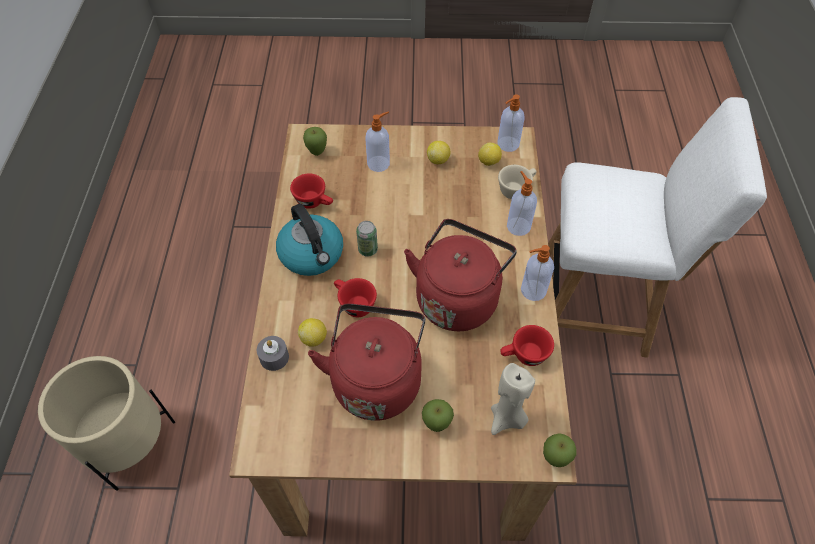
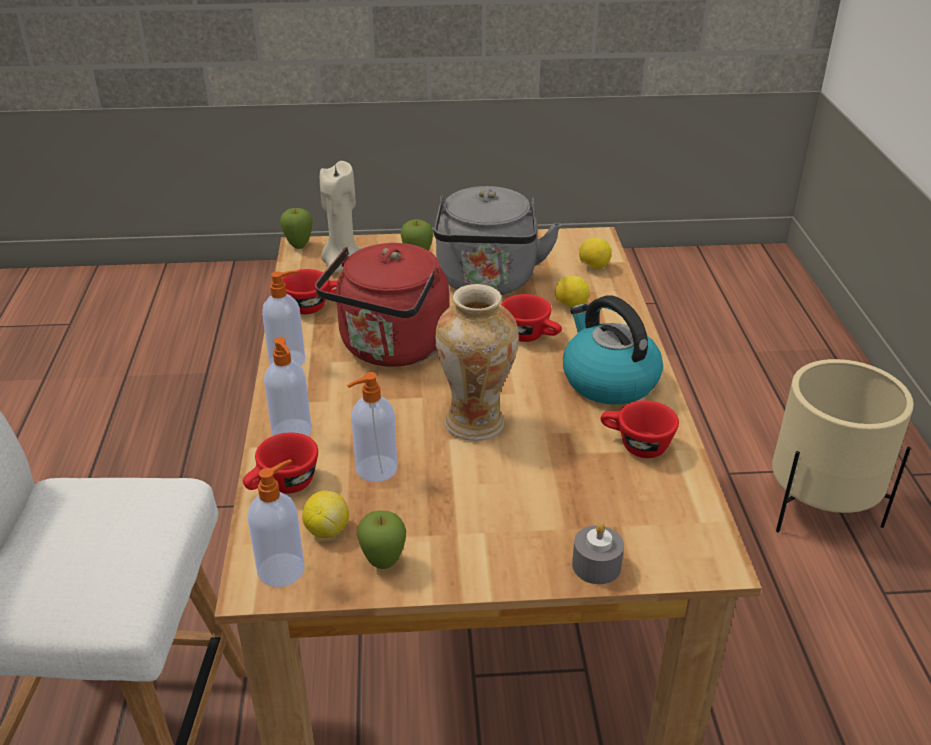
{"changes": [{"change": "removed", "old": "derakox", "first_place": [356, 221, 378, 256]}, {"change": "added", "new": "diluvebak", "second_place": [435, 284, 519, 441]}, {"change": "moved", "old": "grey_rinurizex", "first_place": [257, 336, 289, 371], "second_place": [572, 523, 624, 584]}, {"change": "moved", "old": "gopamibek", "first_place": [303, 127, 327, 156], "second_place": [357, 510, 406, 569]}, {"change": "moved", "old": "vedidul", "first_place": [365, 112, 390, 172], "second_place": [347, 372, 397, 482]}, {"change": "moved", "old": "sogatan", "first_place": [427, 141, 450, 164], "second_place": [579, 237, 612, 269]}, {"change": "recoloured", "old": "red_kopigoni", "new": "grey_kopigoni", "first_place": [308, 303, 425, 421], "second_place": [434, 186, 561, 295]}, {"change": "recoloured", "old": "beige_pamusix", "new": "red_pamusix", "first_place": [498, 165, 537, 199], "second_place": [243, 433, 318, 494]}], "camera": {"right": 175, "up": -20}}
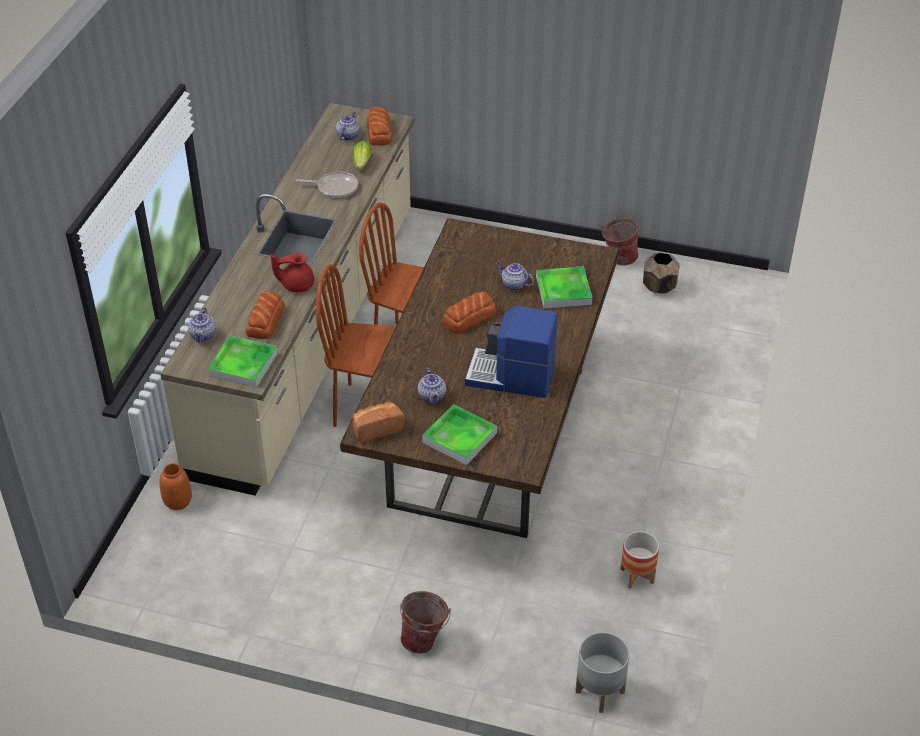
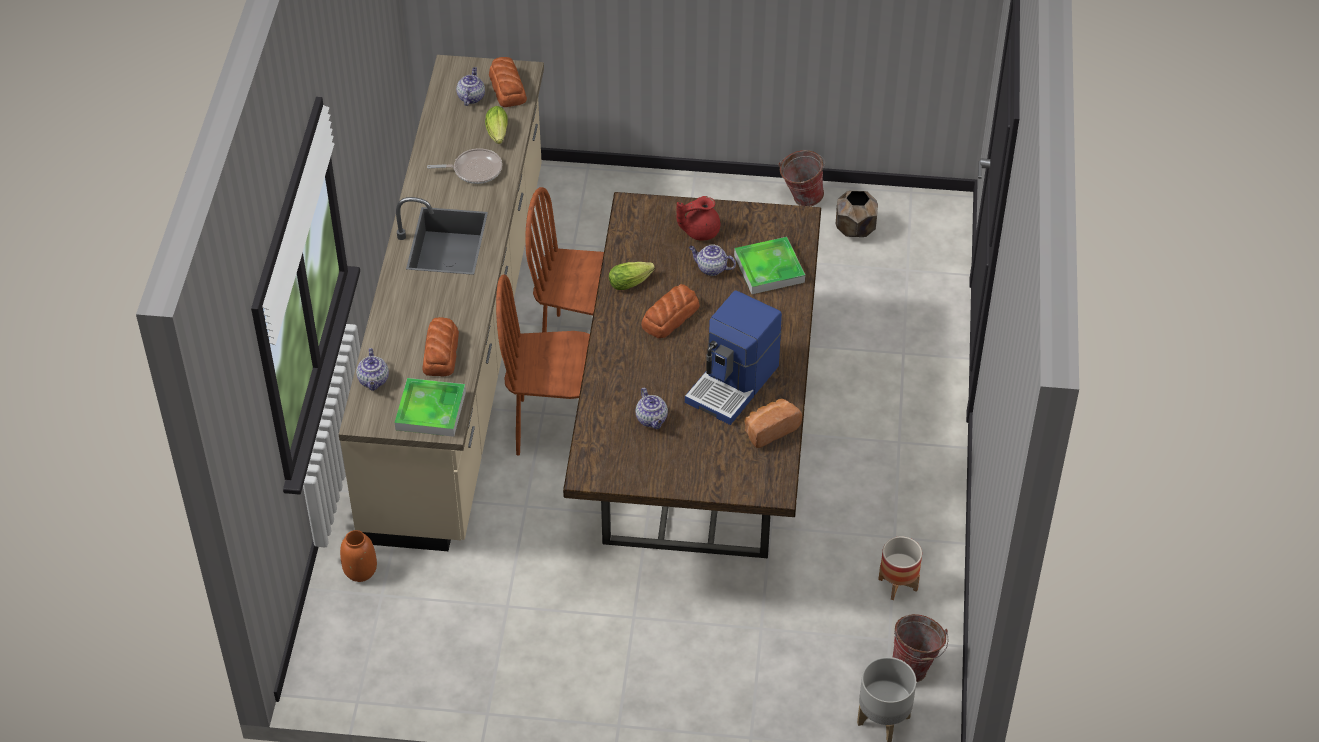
{"changes": [{"change": "removed", "old": "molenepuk", "first_place": [422, 404, 497, 465]}, {"change": "added", "new": "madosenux", "second_place": [609, 262, 655, 290]}, {"change": "moved", "old": "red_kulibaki", "first_place": [271, 253, 314, 292], "second_place": [676, 196, 720, 241]}, {"change": "moved", "old": "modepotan", "first_place": [352, 402, 405, 442], "second_place": [745, 399, 802, 448]}, {"change": "moved", "old": "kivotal", "first_place": [400, 591, 451, 653], "second_place": [893, 614, 948, 682]}, {"change": "turned", "old": "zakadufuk", "first_place": [465, 306, 557, 398], "second_place": [685, 290, 782, 425], "degrees": -60}], "camera": {"right": -10, "up": 5}}
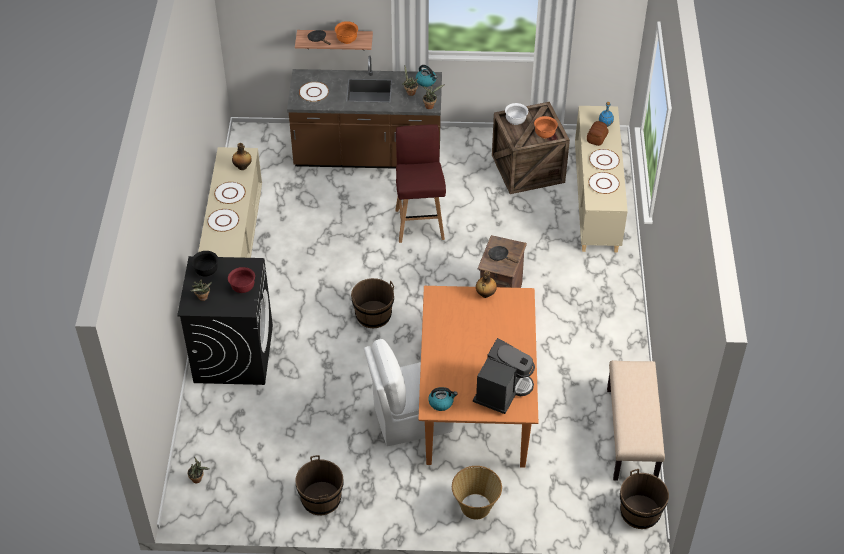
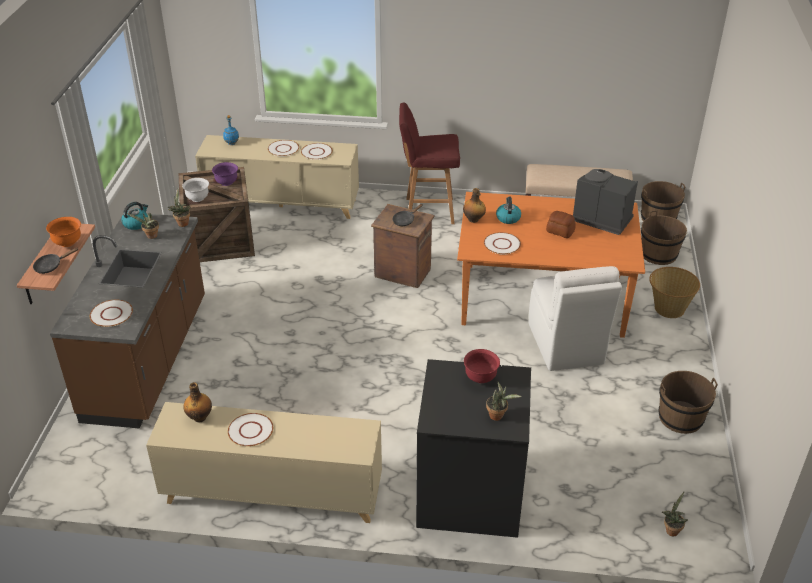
{"changes": [{"change": "removed", "old": "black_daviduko", "first_place": [191, 251, 218, 276]}, {"change": "moved", "old": "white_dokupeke", "first_place": [207, 209, 239, 232], "second_place": [484, 232, 521, 255]}, {"change": "moved", "old": "brown_kivotal", "first_place": [351, 278, 394, 328], "second_place": [641, 210, 687, 265]}, {"change": "moved", "old": "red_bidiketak", "first_place": [395, 124, 446, 243], "second_place": [399, 103, 460, 224]}, {"change": "moved", "old": "kopigoni", "first_place": [428, 387, 458, 411], "second_place": [496, 197, 521, 224]}, {"change": "moved", "old": "modepotan", "first_place": [587, 121, 609, 146], "second_place": [546, 211, 576, 238]}, {"change": "recoloured", "old": "orange_daviduko", "new": "purple_daviduko", "first_place": [534, 116, 558, 138], "second_place": [212, 162, 238, 186]}], "camera": {"right": -85, "up": -10}}
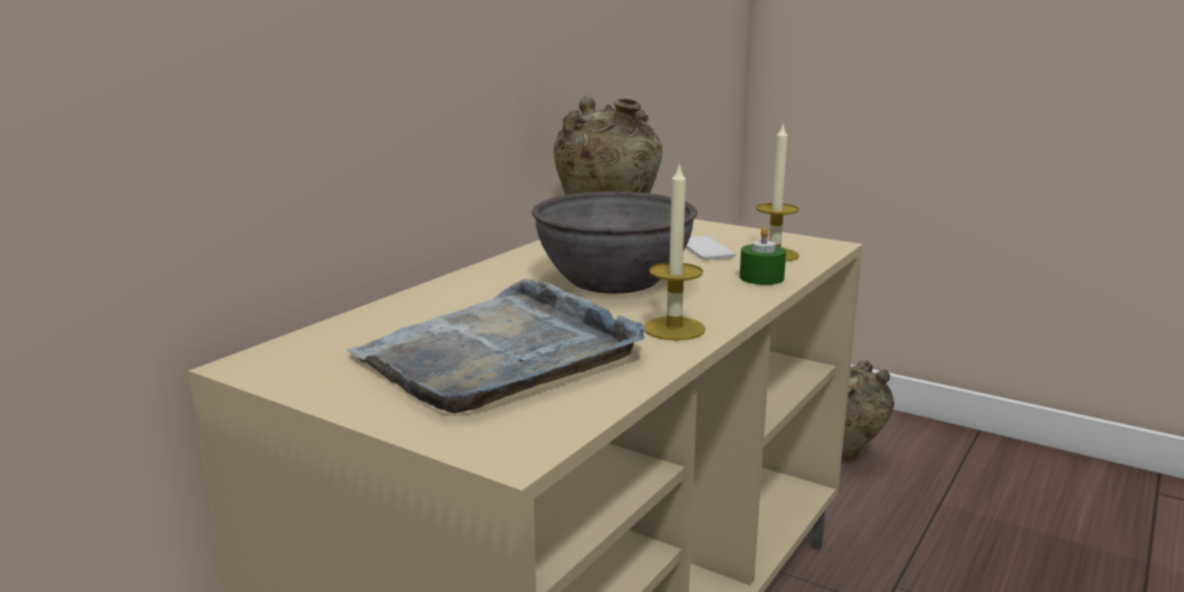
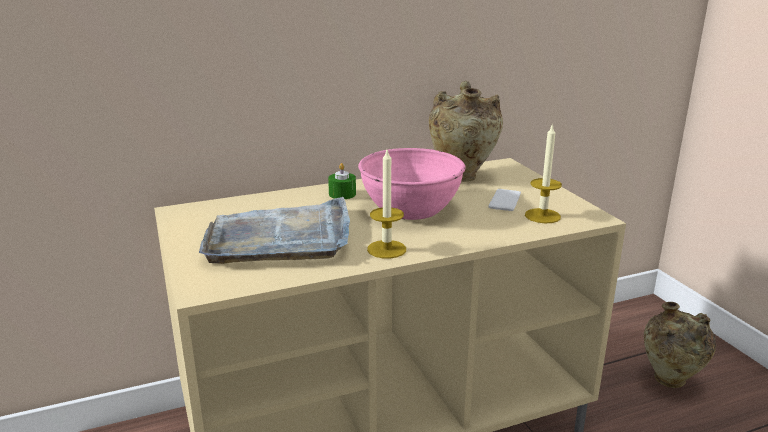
{"changes": [{"change": "moved", "old": "green_rinurizex", "first_place": [740, 226, 786, 285], "second_place": [328, 163, 356, 199]}, {"change": "recoloured", "old": "grey_daviduko", "new": "pink_daviduko", "first_place": [532, 191, 697, 293], "second_place": [358, 148, 465, 220]}], "camera": {"right": 35, "up": 5}}
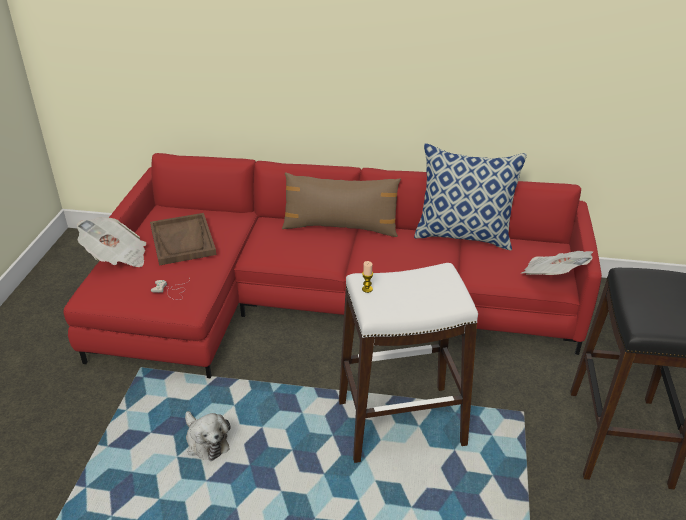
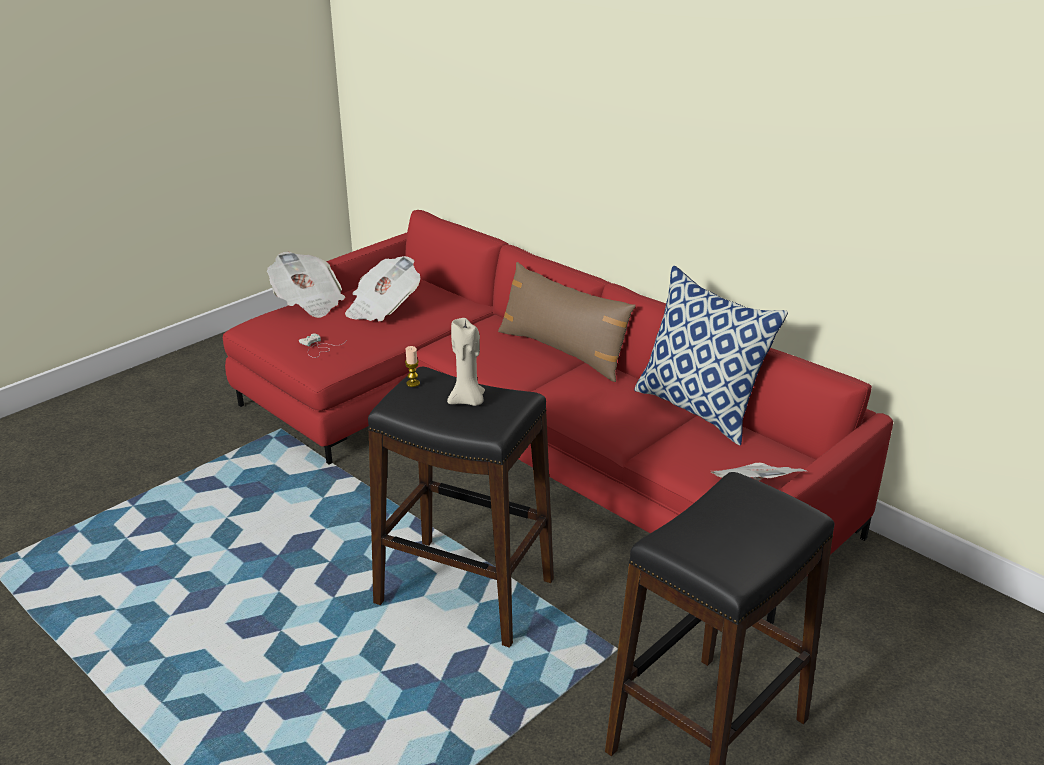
{"changes": [{"change": "removed", "old": "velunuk", "first_place": [185, 411, 231, 461]}, {"change": "added", "new": "beige_rinurizex", "second_place": [447, 318, 485, 406]}, {"change": "replaced", "old": "brown_molenepuk", "new": "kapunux", "first_place": [150, 213, 216, 265], "second_place": [345, 256, 421, 322]}, {"change": "recoloured", "old": "white_bidiketak", "new": "black_bidiketak", "first_place": [339, 263, 478, 463], "second_place": [368, 367, 554, 648]}], "camera": {"right": 35, "up": -5}}
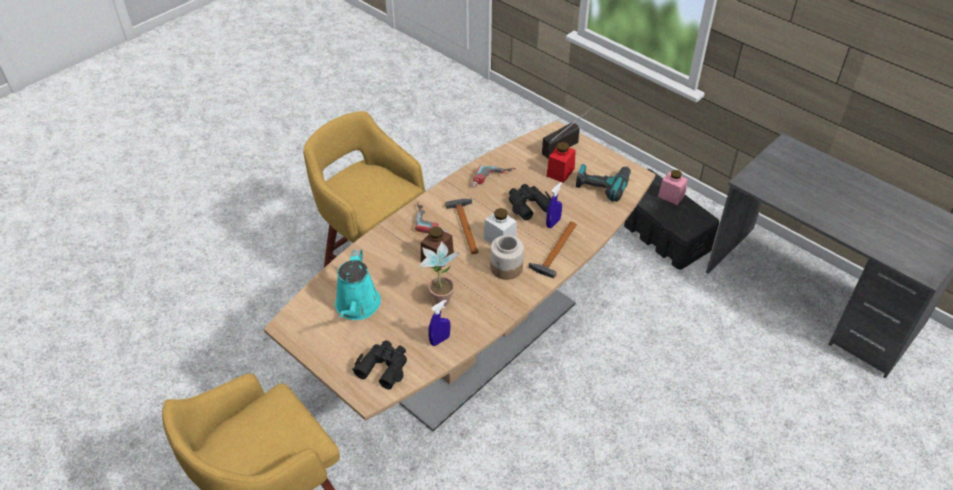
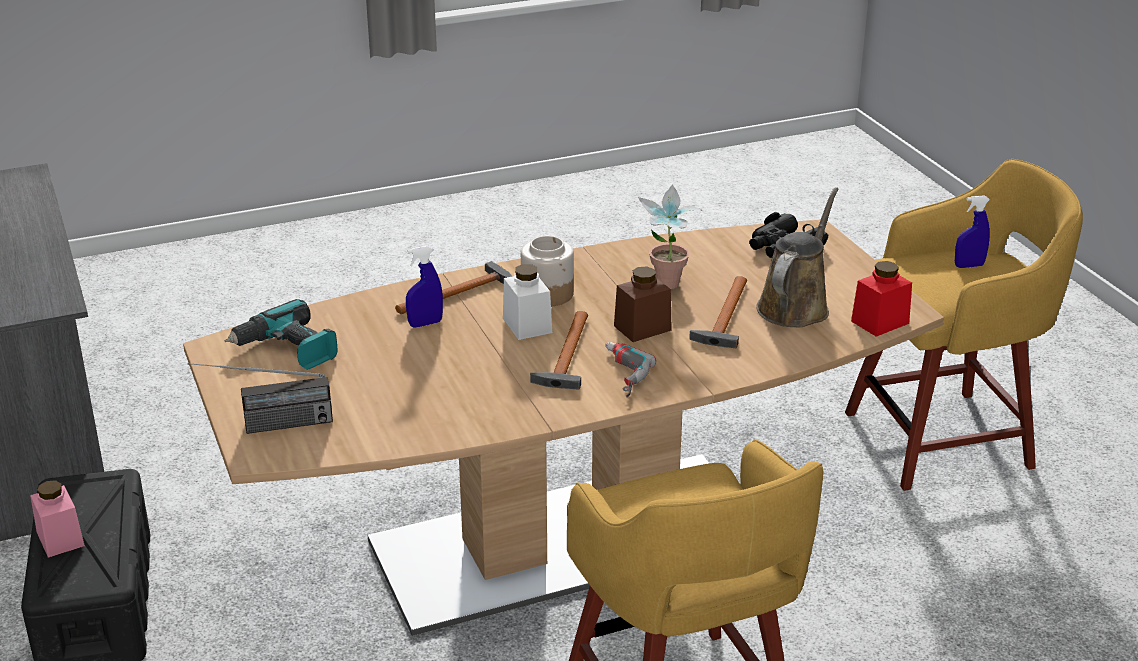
{"changes": [{"change": "removed", "old": "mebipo", "first_place": [472, 165, 515, 188]}, {"change": "removed", "old": "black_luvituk", "first_place": [509, 184, 551, 221]}, {"change": "added", "new": "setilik", "second_place": [689, 276, 747, 348]}, {"change": "moved", "old": "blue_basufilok", "first_place": [428, 299, 450, 346], "second_place": [955, 195, 990, 268]}, {"change": "moved", "old": "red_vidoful", "first_place": [546, 142, 576, 183], "second_place": [851, 261, 912, 337]}, {"change": "recoloured", "old": "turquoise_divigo", "new": "brown_divigo", "first_place": [335, 249, 381, 320], "second_place": [756, 187, 838, 327]}], "camera": {"right": -155, "up": -15}}
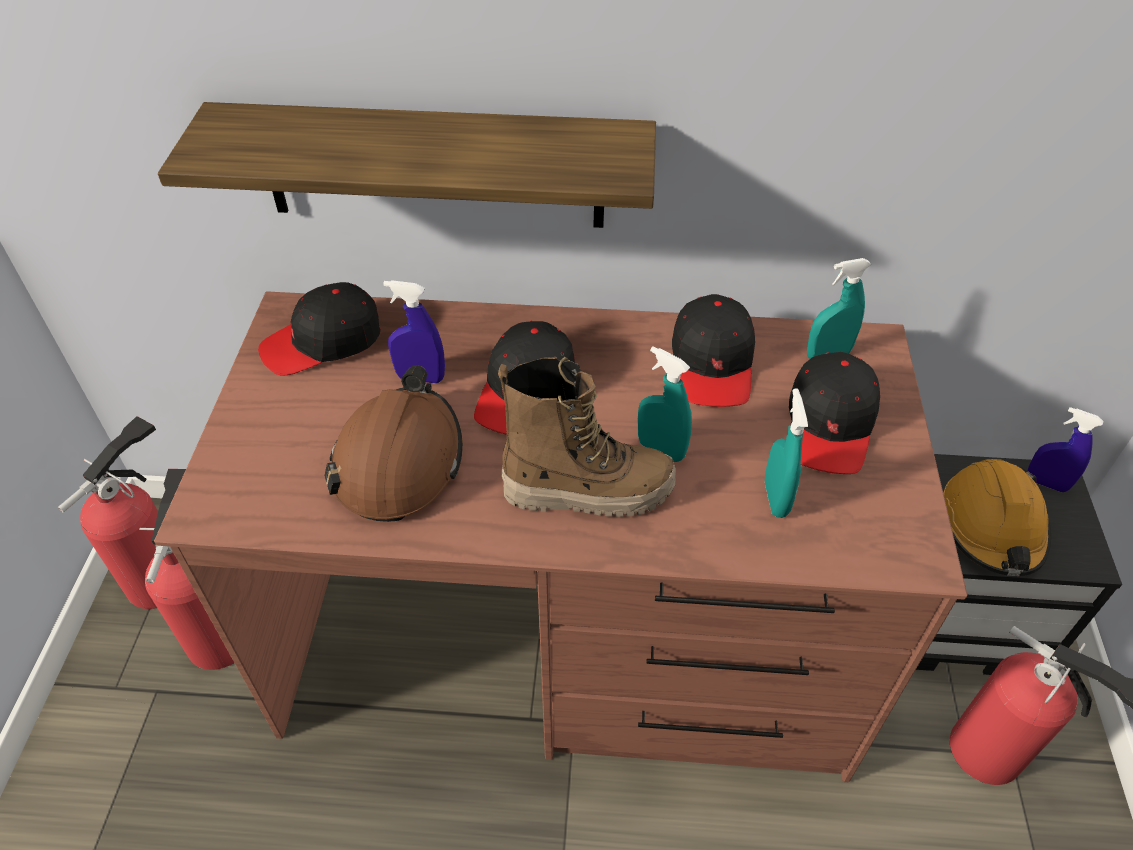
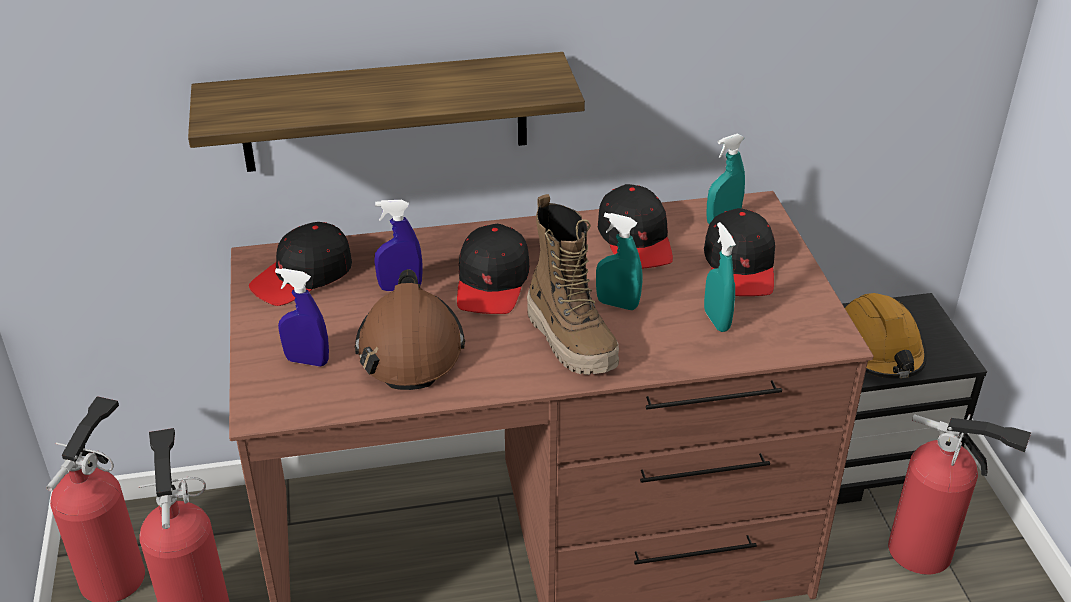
{"changes": [{"change": "moved", "old": "blue_basufilok", "first_place": [1027, 407, 1104, 492], "second_place": [275, 268, 329, 367]}, {"change": "turned", "old": "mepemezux", "first_place": [498, 357, 676, 517], "second_place": [527, 194, 619, 375], "degrees": 75}], "camera": {"right": -15, "up": -10}}
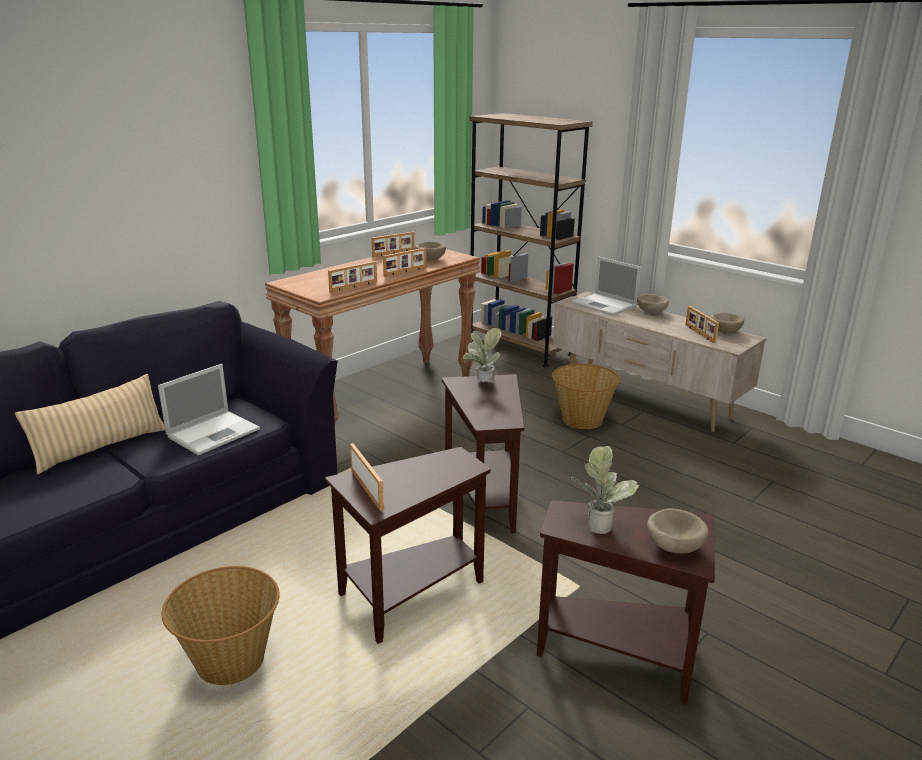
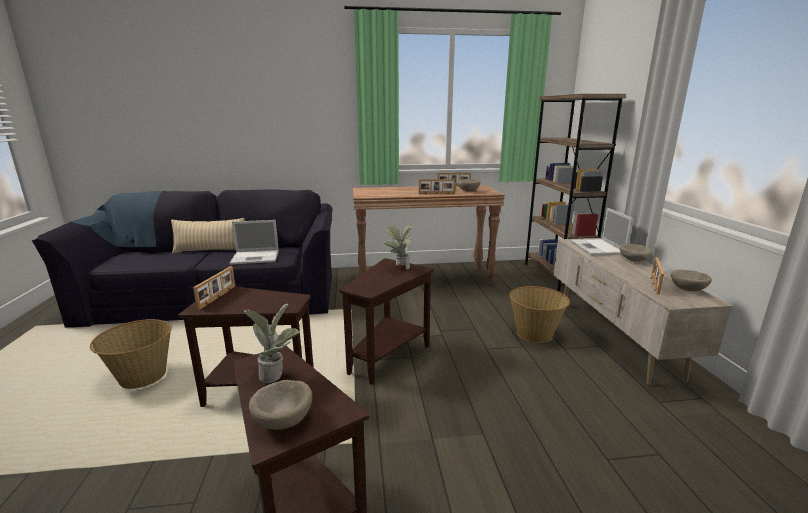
{"changes": [{"change": "removed", "old": "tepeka", "first_place": [328, 261, 377, 293]}], "camera": {"right": 40, "up": -5}}
